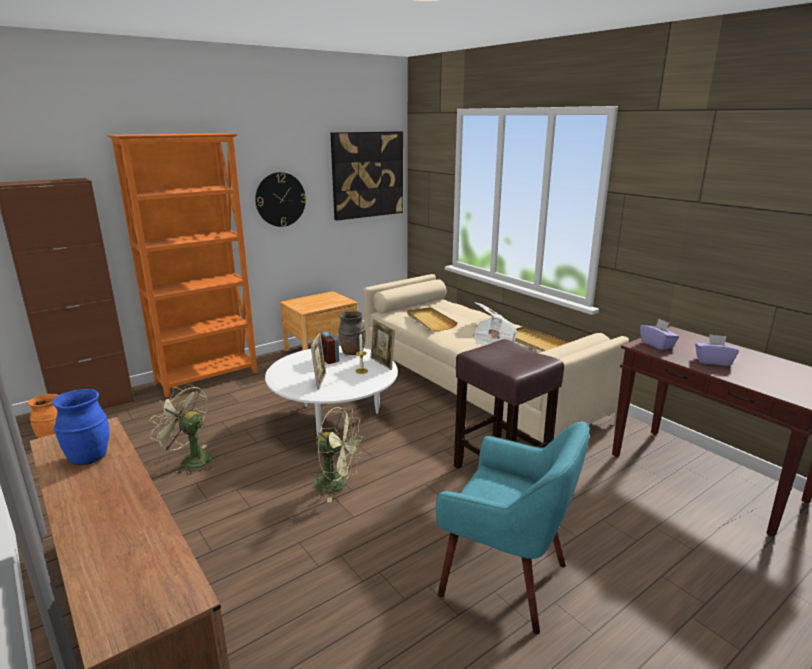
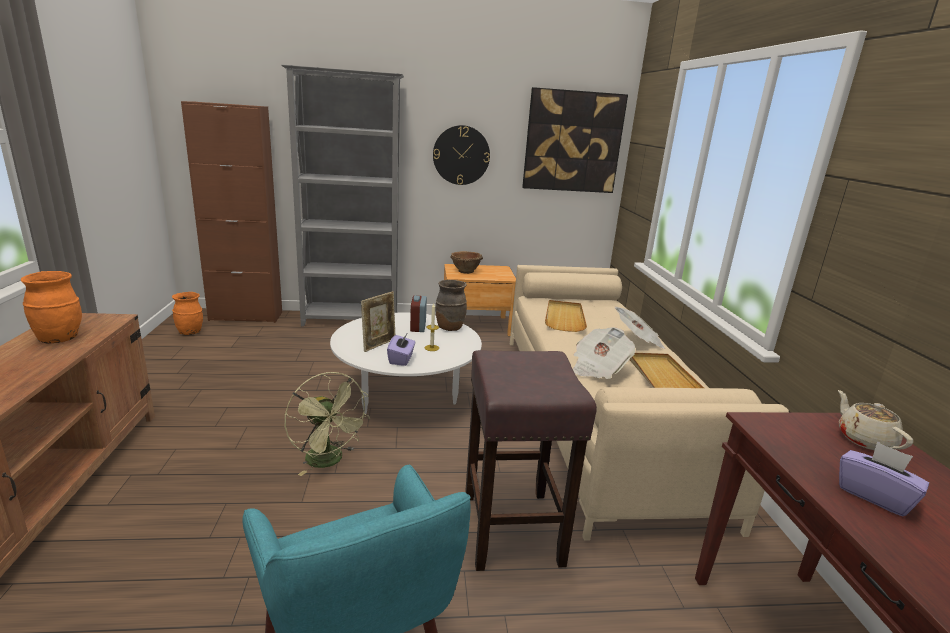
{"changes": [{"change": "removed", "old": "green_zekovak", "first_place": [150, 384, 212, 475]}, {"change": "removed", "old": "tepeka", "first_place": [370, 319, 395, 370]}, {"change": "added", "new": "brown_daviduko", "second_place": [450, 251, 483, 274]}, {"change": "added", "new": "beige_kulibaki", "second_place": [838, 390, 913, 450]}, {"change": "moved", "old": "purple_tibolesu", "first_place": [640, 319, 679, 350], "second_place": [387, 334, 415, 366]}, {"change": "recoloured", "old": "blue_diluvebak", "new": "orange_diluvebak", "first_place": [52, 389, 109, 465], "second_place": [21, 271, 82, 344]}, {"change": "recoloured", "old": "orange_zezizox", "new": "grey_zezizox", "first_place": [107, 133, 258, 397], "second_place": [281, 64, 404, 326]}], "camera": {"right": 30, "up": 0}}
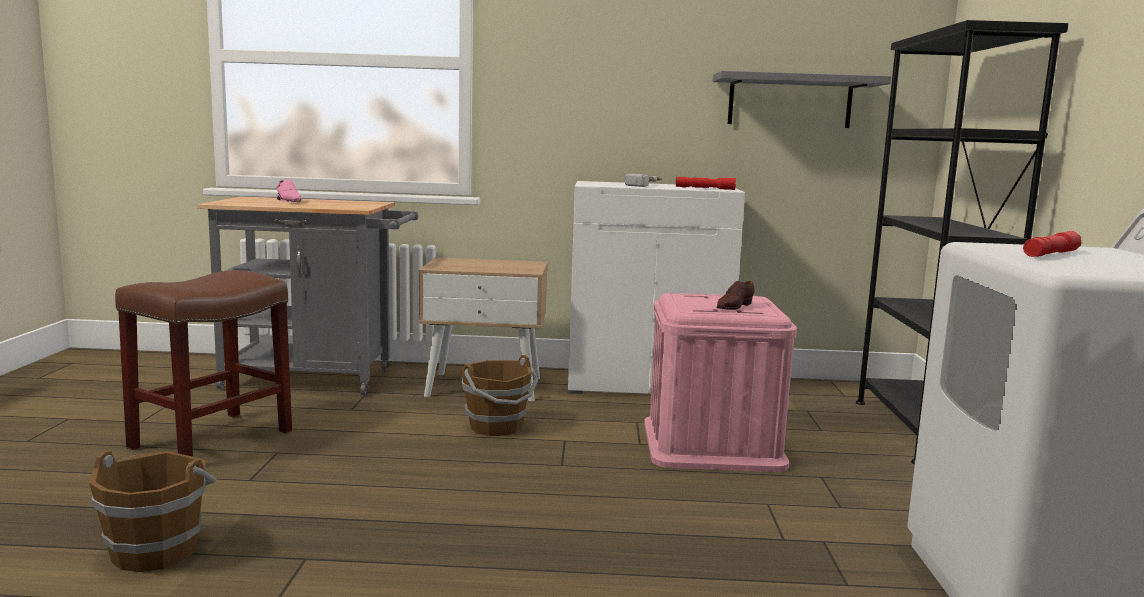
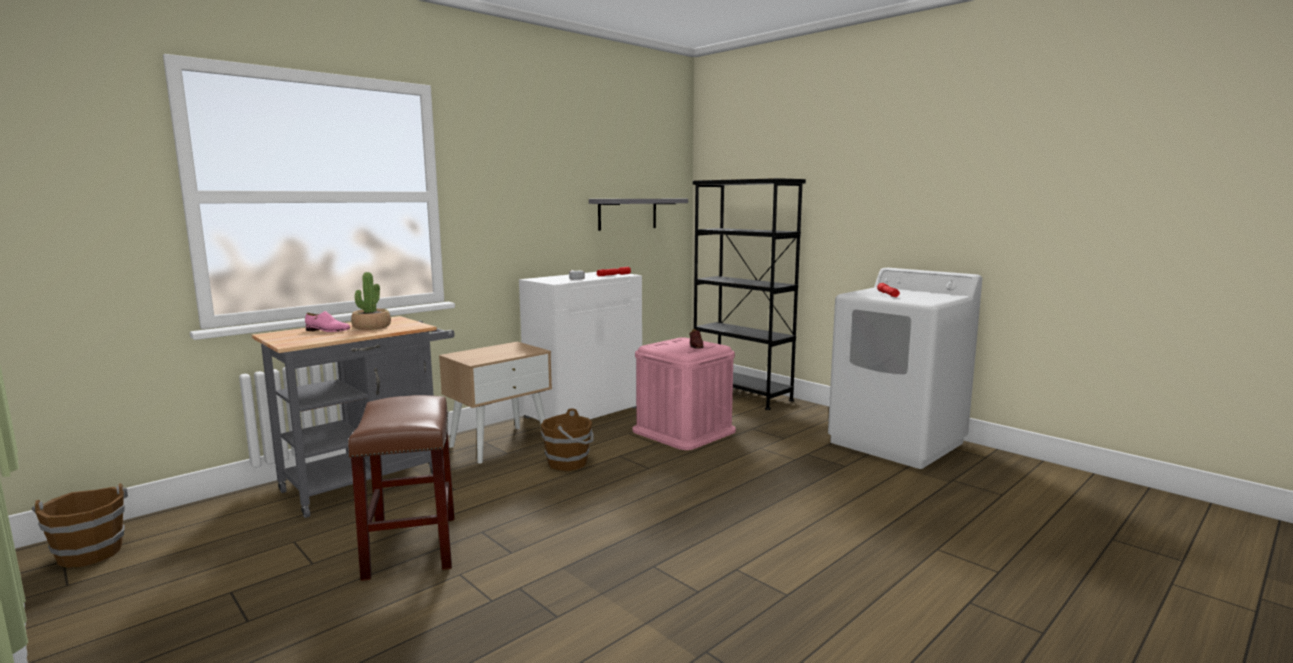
{"changes": [{"change": "added", "new": "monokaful", "second_place": [351, 272, 391, 330]}, {"change": "moved", "old": "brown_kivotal", "first_place": [89, 451, 216, 572], "second_place": [32, 483, 128, 568]}], "camera": {"right": -45, "up": 0}}
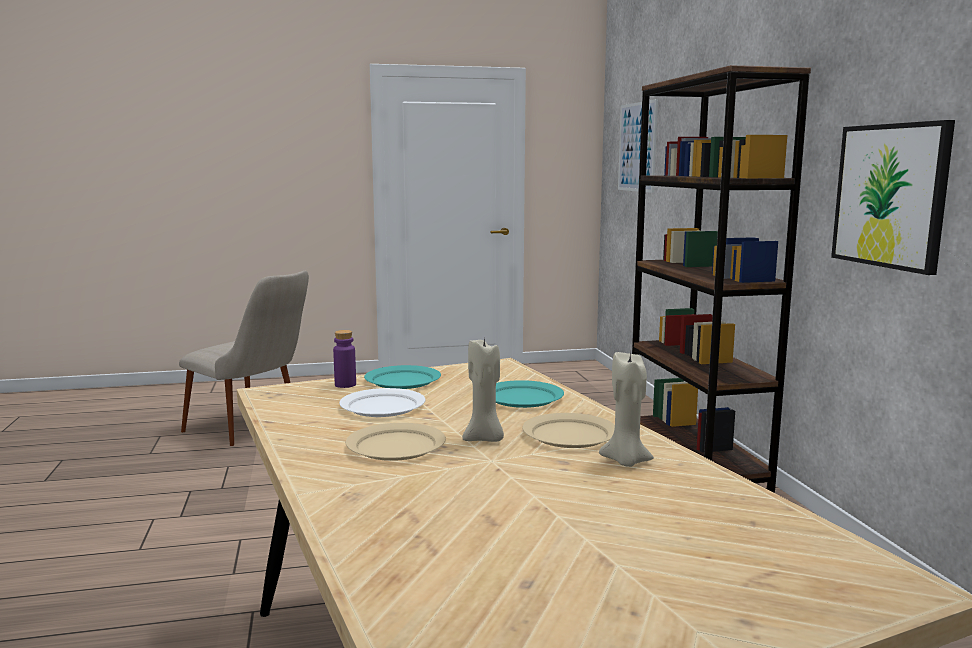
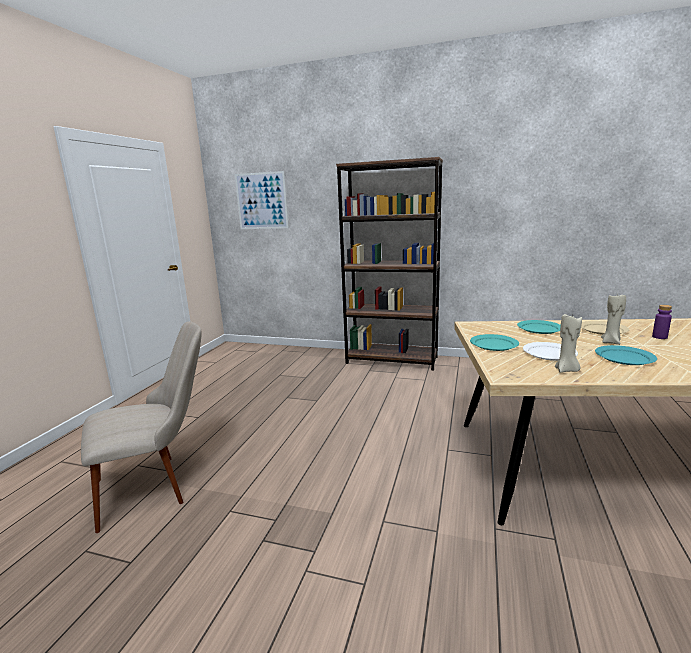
{"changes": [{"change": "removed", "old": "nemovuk", "first_place": [831, 120, 955, 275]}, {"change": "moved", "old": "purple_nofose", "first_place": [333, 330, 356, 388], "second_place": [652, 305, 672, 339]}, {"change": "moved", "old": "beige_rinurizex", "first_place": [599, 352, 654, 467], "second_place": [555, 313, 582, 373]}, {"change": "recoloured", "old": "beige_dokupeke", "new": "turquoise_dokupeke", "first_place": [346, 423, 446, 461], "second_place": [595, 345, 657, 365]}], "camera": {"right": -60, "up": 5}}
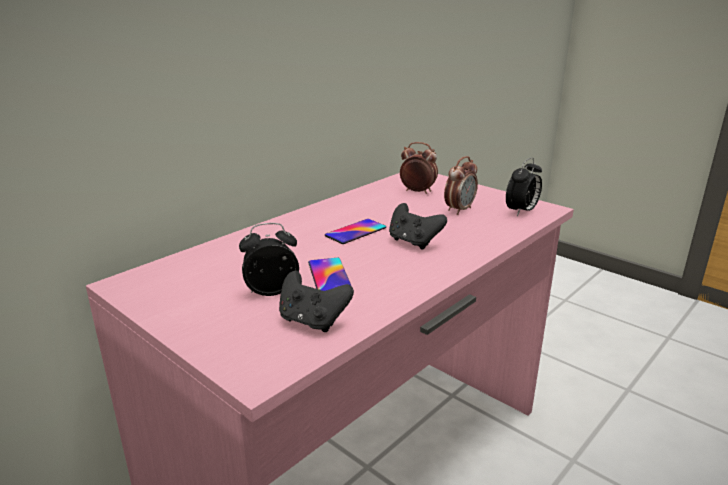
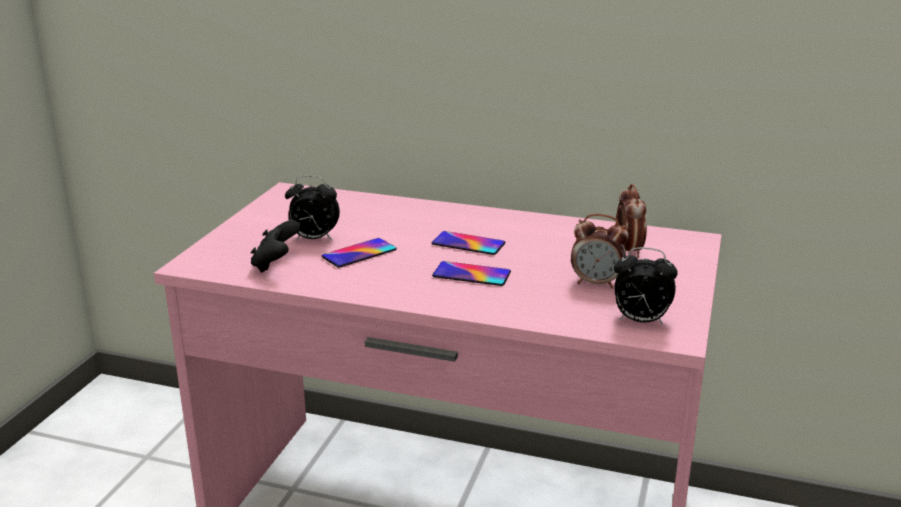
{"changes": [{"change": "replaced", "old": "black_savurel", "new": "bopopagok", "first_place": [389, 203, 447, 249], "second_place": [432, 261, 511, 286]}, {"change": "turned", "old": "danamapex", "first_place": [239, 223, 299, 296], "second_place": [285, 176, 340, 240], "degrees": 135}], "camera": {"right": 65, "up": 0}}
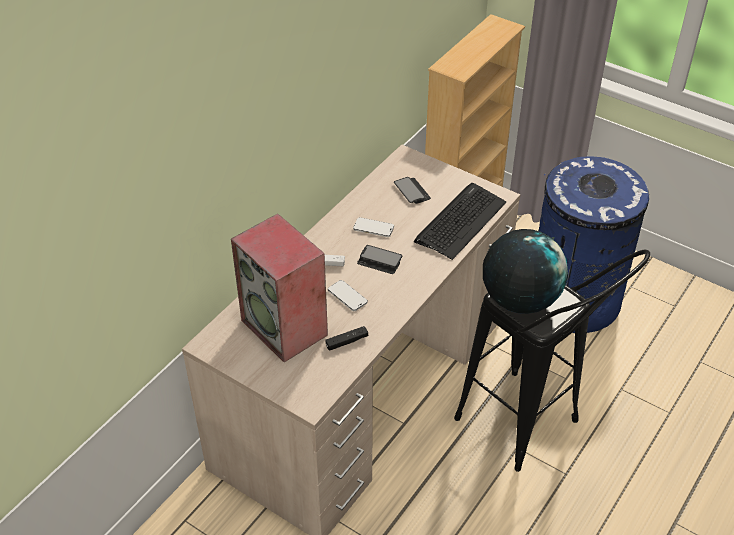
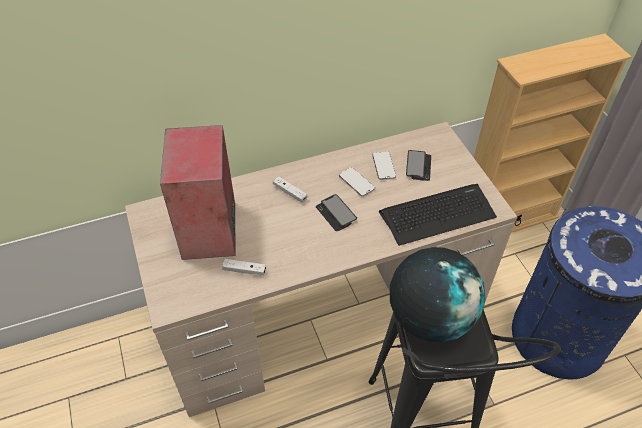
{"changes": [{"change": "moved", "old": "bopopagok", "first_place": [328, 280, 368, 311], "second_place": [372, 151, 396, 180]}, {"change": "recoloured", "old": "black_savurel", "new": "white_savurel", "first_place": [325, 326, 368, 351], "second_place": [222, 259, 266, 275]}], "camera": {"right": 35, "up": 5}}
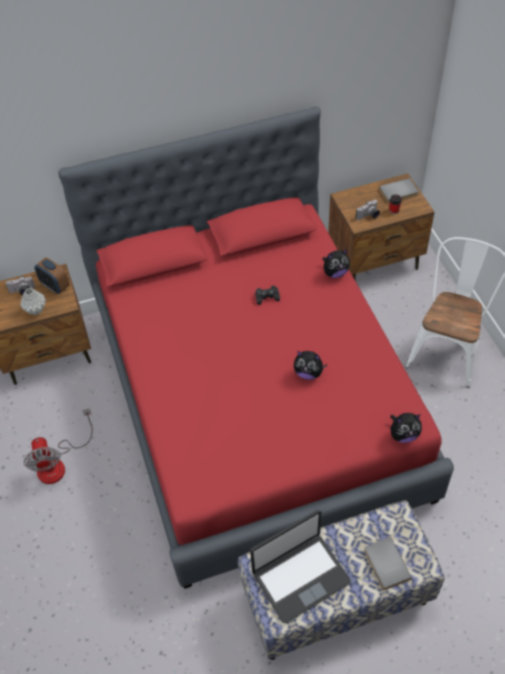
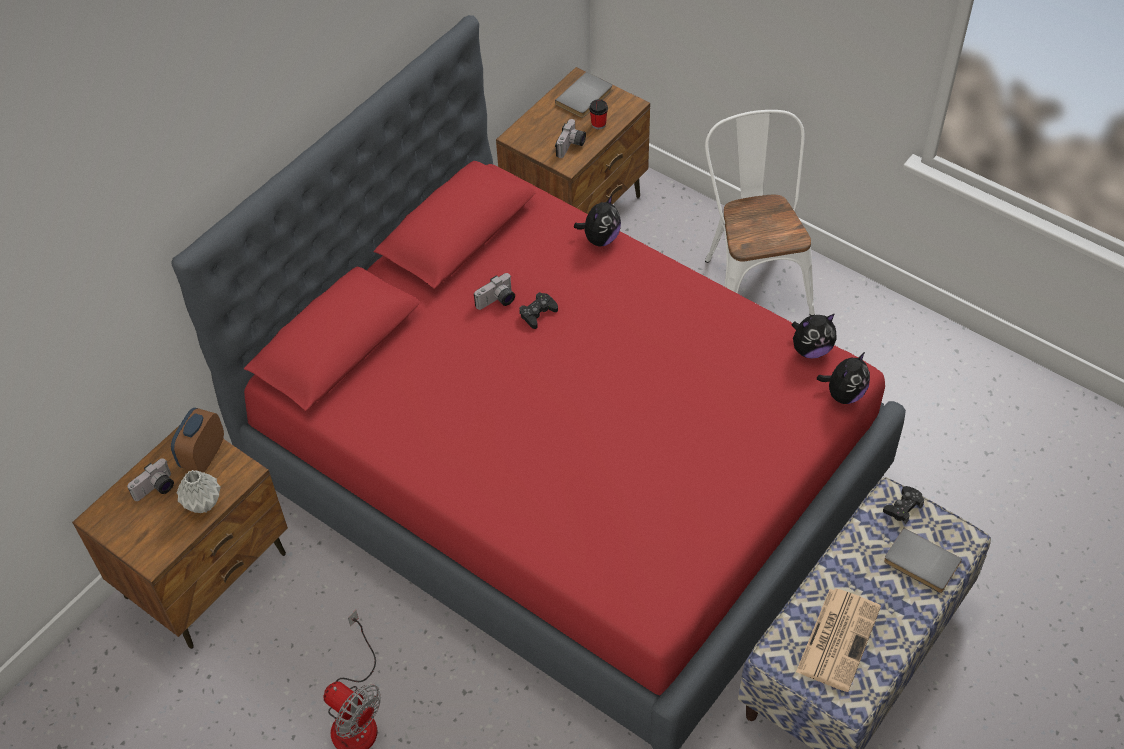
{"changes": [{"change": "added", "new": "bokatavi", "second_place": [474, 273, 515, 310]}, {"change": "added", "new": "black_savurel", "second_place": [883, 486, 924, 524]}, {"change": "moved", "old": "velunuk", "first_place": [294, 351, 327, 380], "second_place": [792, 314, 837, 359]}, {"change": "replaced", "old": "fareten", "new": "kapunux", "first_place": [250, 510, 351, 623], "second_place": [796, 589, 881, 692]}, {"change": "turned", "old": "danamapex", "first_place": [34, 257, 70, 294], "second_place": [171, 408, 224, 472], "degrees": 105}], "camera": {"right": -35, "up": 0}}
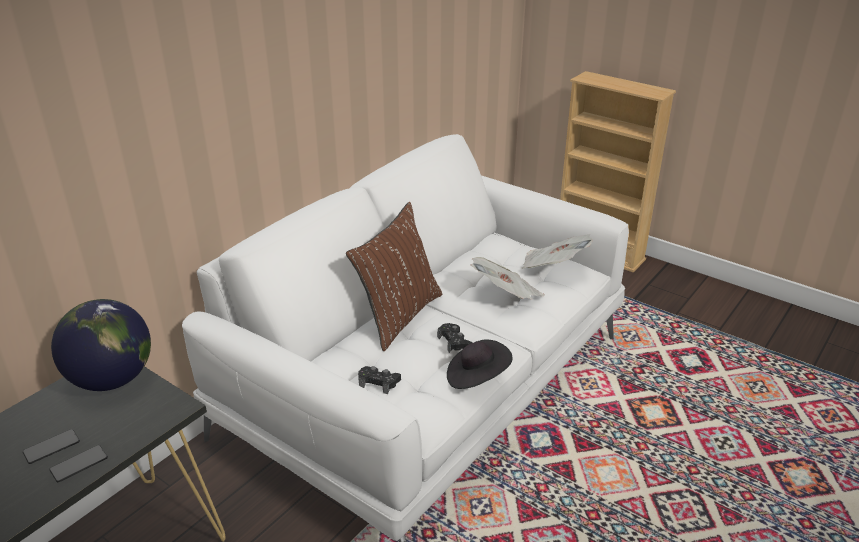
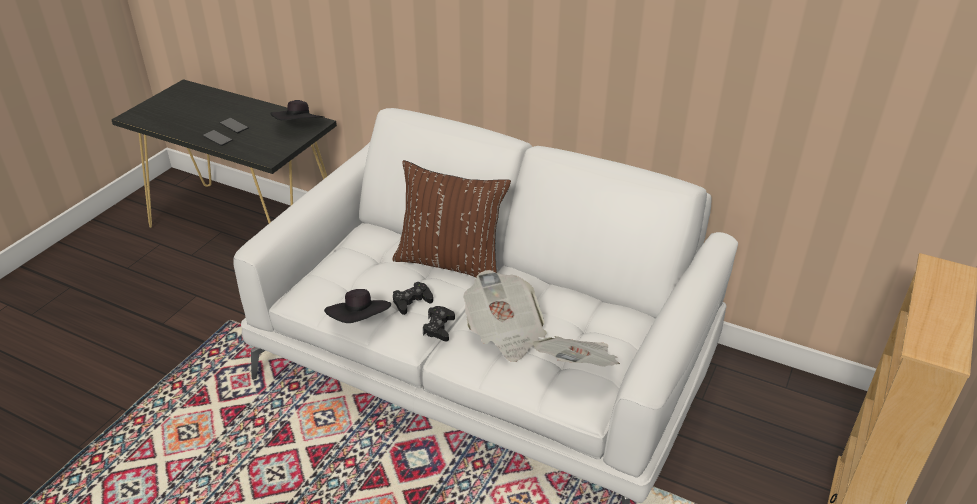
{"changes": [{"change": "moved", "old": "black_savurel", "first_place": [358, 366, 401, 394], "second_place": [423, 306, 455, 341]}, {"change": "replaced", "old": "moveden", "new": "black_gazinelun", "first_place": [51, 299, 151, 391], "second_place": [270, 100, 324, 121]}], "camera": {"right": 80, "up": 5}}
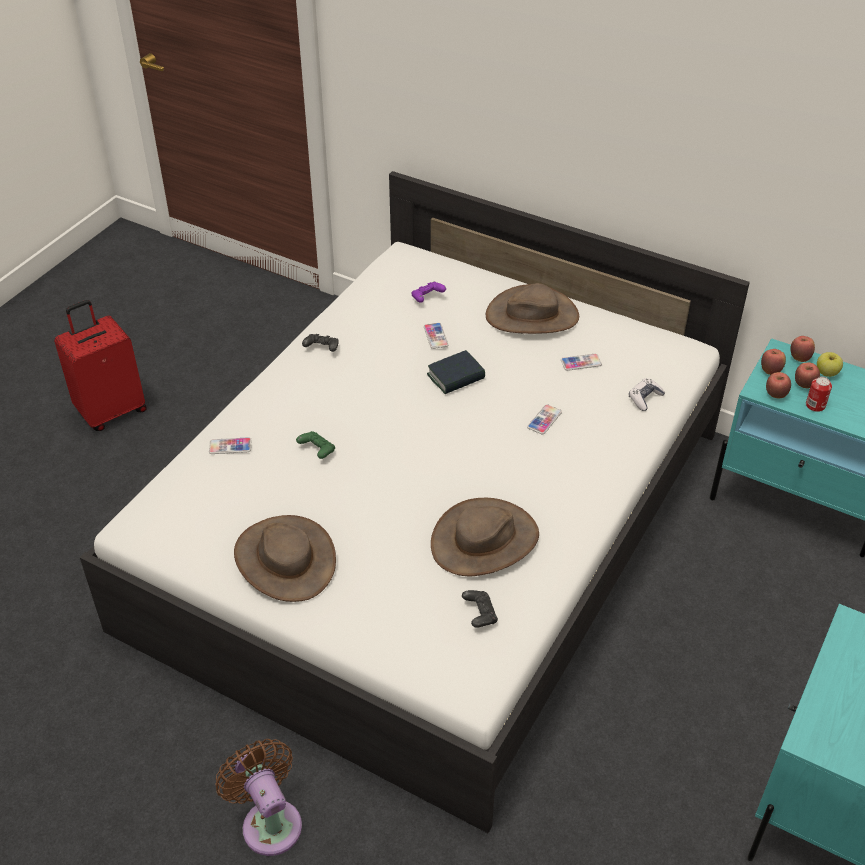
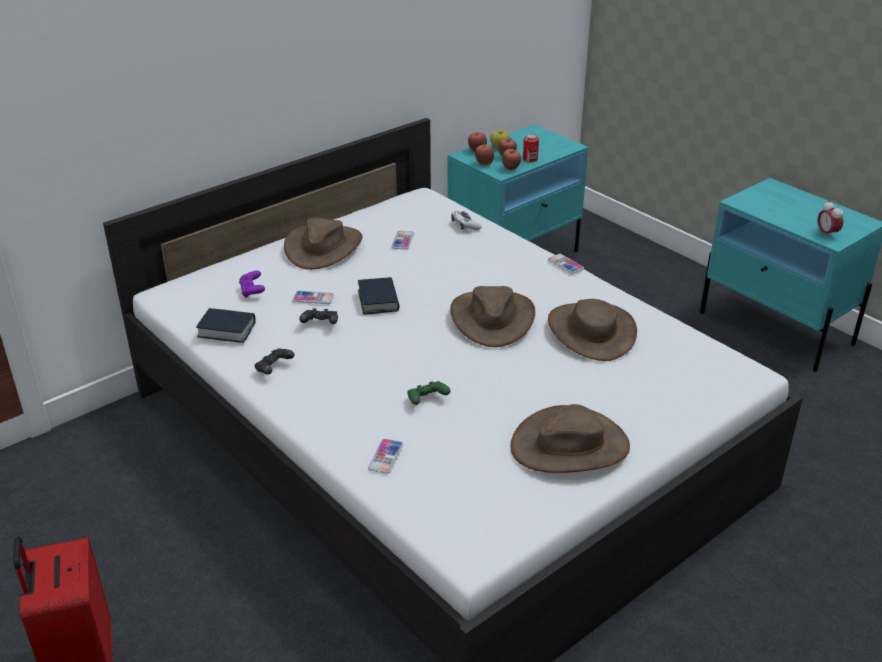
{"changes": [{"change": "removed", "old": "brown_zekovak", "first_place": [215, 739, 302, 856]}, {"change": "added", "new": "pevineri", "second_place": [196, 308, 255, 343]}, {"change": "added", "new": "brown_gazinelun", "second_place": [450, 286, 535, 347]}, {"change": "added", "new": "danamapex", "second_place": [817, 200, 844, 239]}, {"change": "moved", "old": "black_savurel", "first_place": [462, 590, 498, 628], "second_place": [299, 308, 338, 324]}, {"change": "moved", "old": "bopopagok", "first_place": [527, 404, 562, 434], "second_place": [548, 254, 584, 274]}], "camera": {"right": -70, "up": -10}}
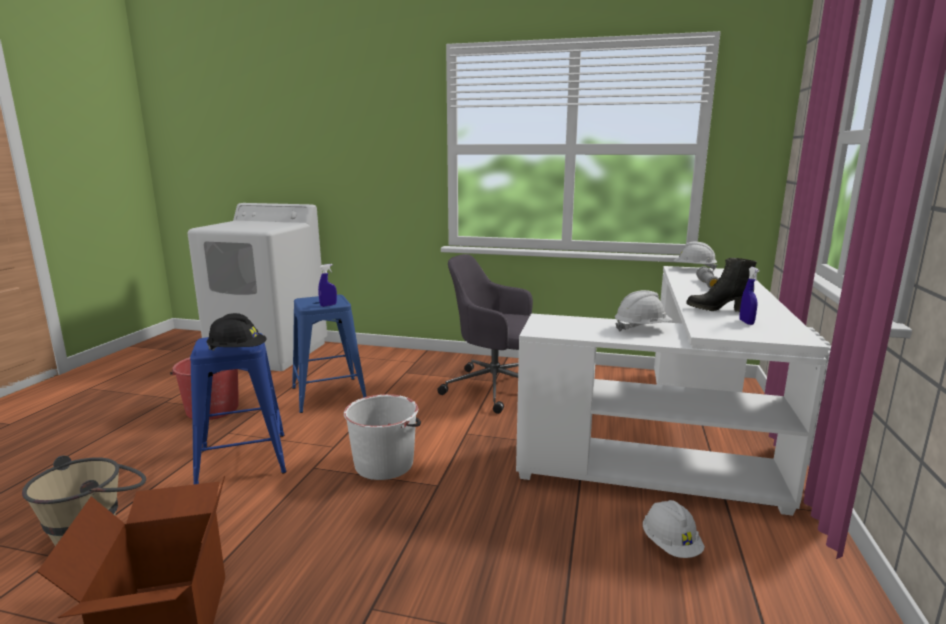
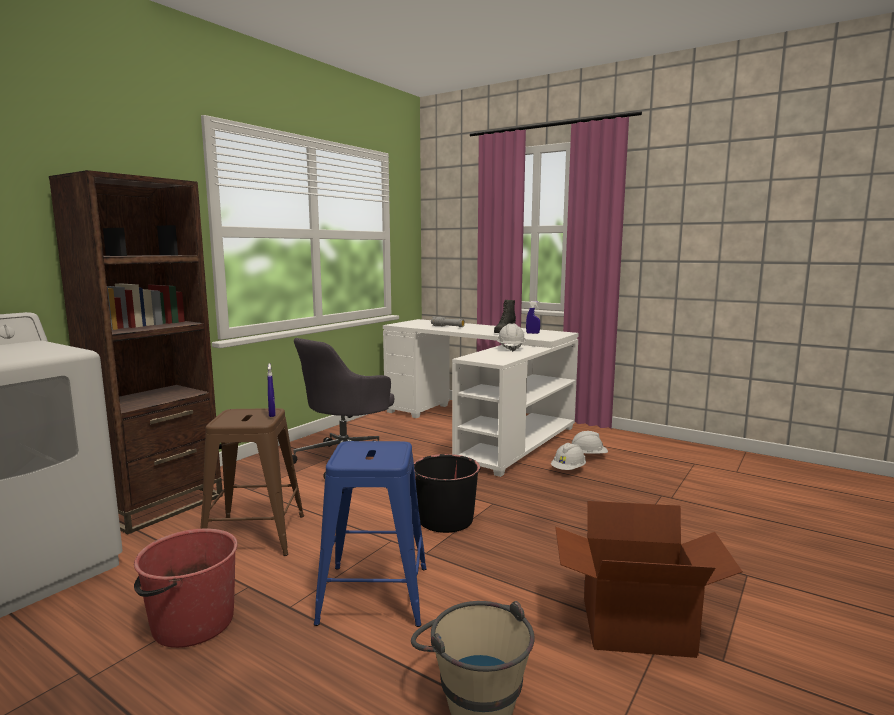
{"changes": [{"change": "removed", "old": "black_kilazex", "first_place": [207, 313, 266, 351]}, {"change": "added", "new": "brown_zezizox", "second_place": [49, 170, 223, 534]}, {"change": "moved", "old": "white_kilazex", "first_place": [674, 242, 717, 270], "second_place": [551, 443, 586, 470]}, {"change": "recoloured", "old": "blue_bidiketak", "new": "brown_bidiketak", "first_place": [292, 295, 366, 413], "second_place": [200, 408, 304, 556]}, {"change": "recoloured", "old": "white_kivotal", "new": "black_kivotal", "first_place": [344, 394, 421, 480], "second_place": [414, 454, 480, 533]}], "camera": {"right": -70, "up": -5}}
